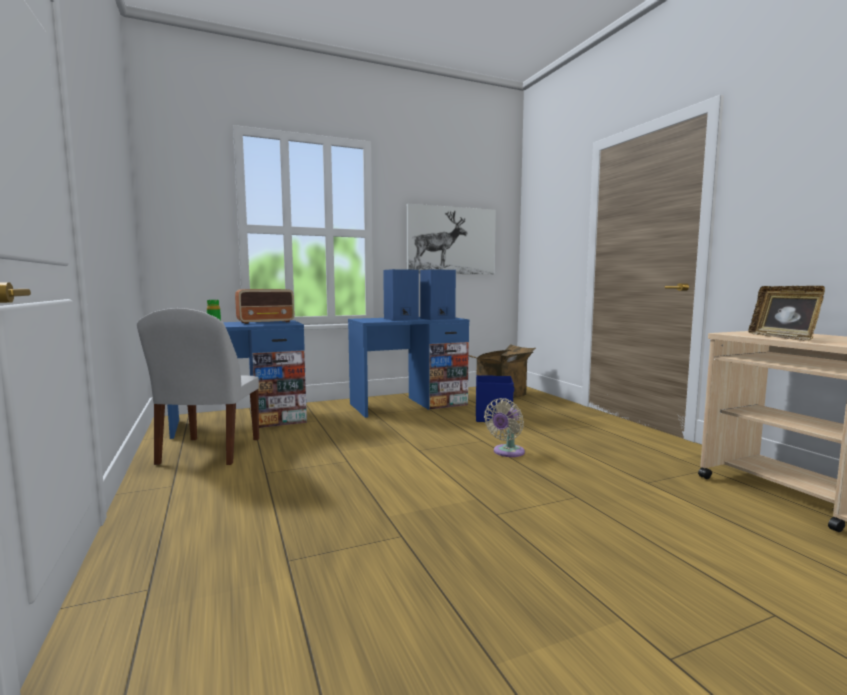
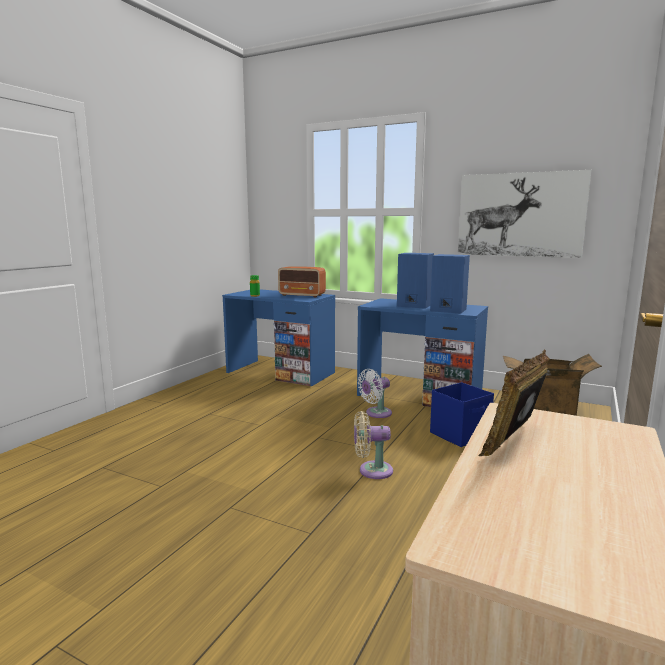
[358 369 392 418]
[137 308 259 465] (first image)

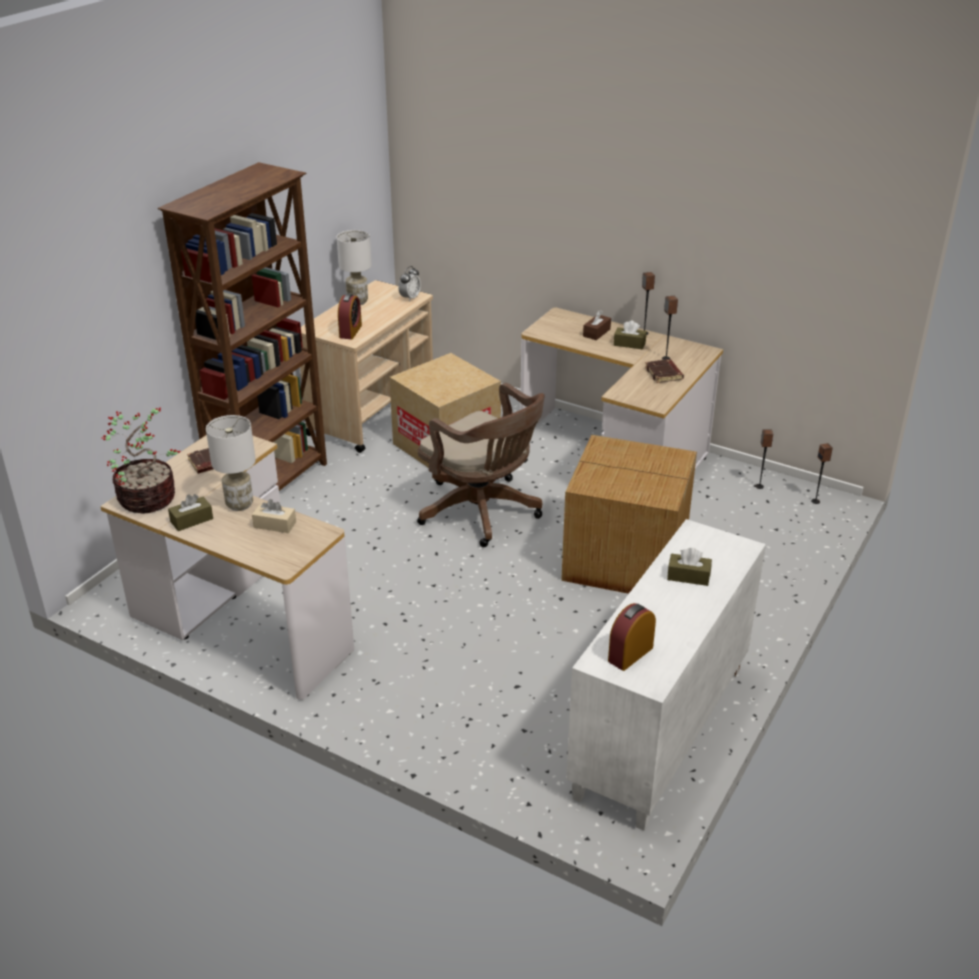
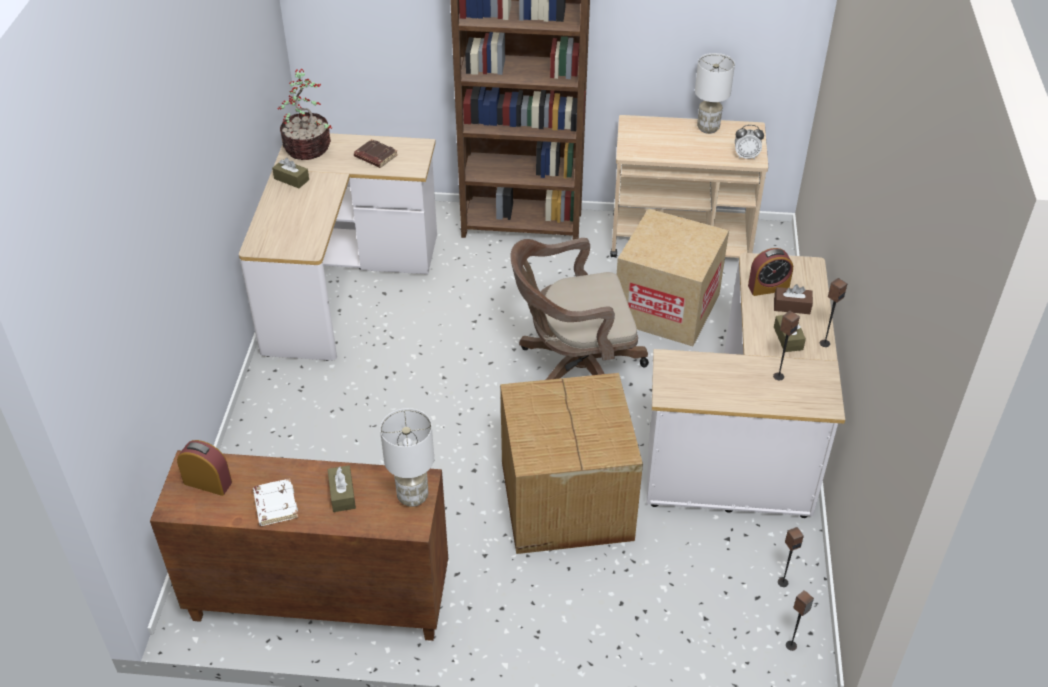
[150 450 448 641]
[253 478 298 526]
[380 408 434 507]
[510 238 649 380]
[748 248 793 296]
[252 499 296 533] (first image)
[645 359 684 383] (first image)

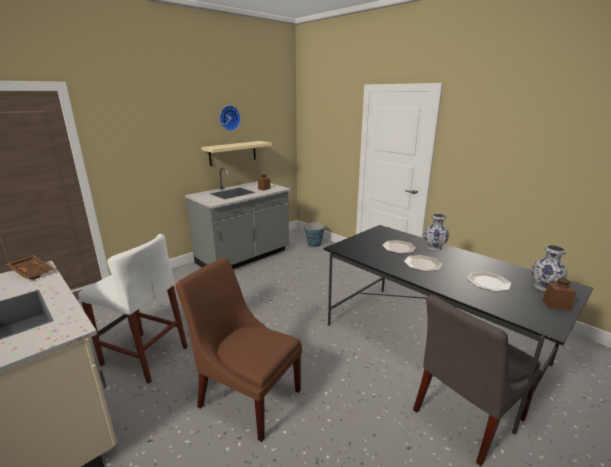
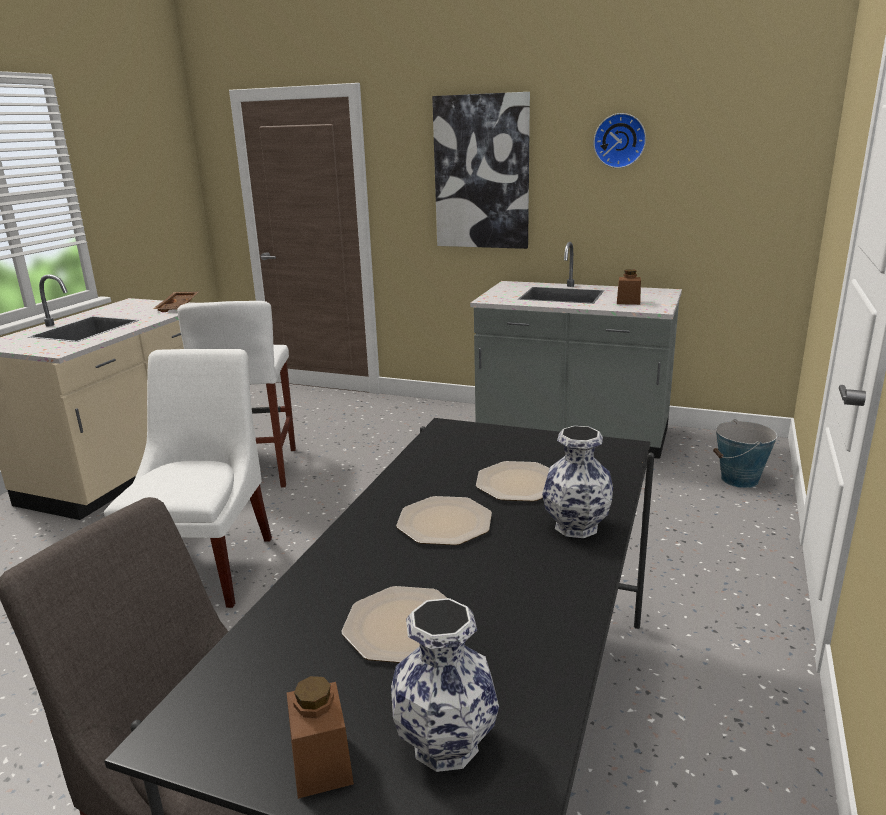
[104 349 272 608]
[432 92 530 249]
[201 141 272 166] (first image)

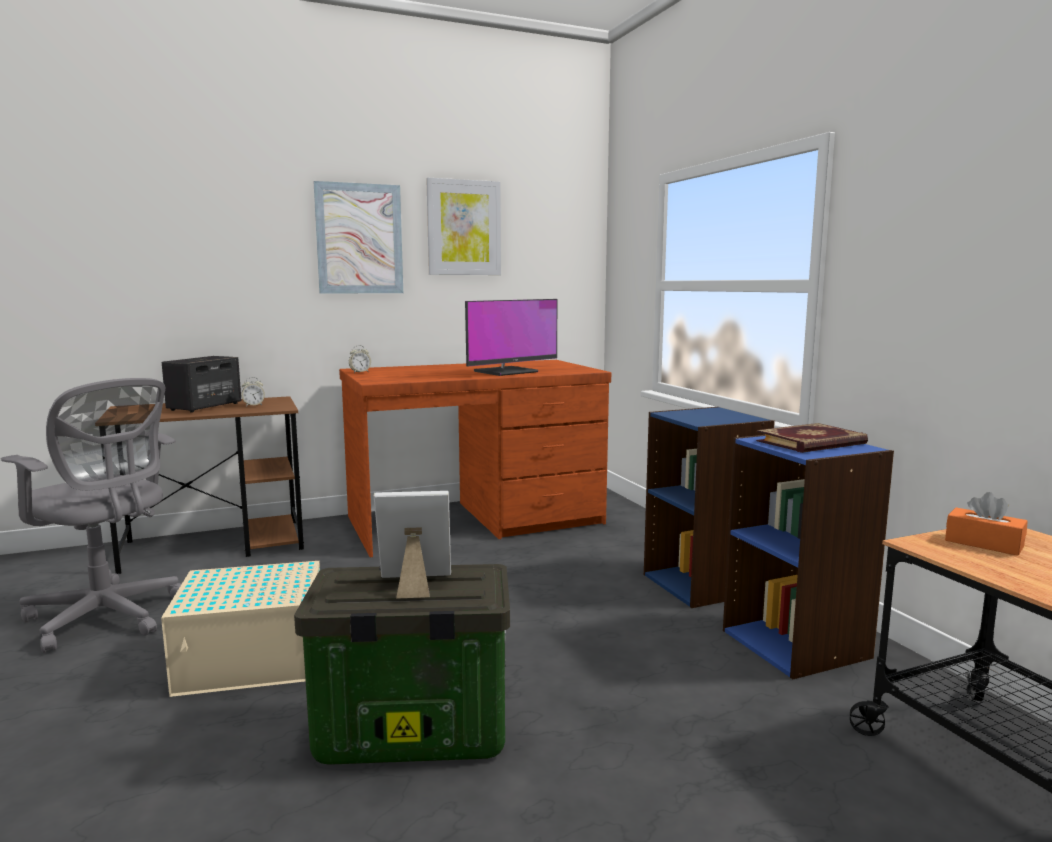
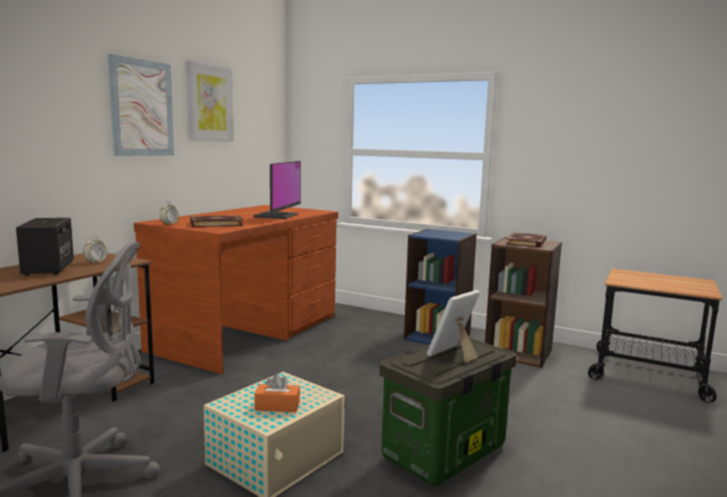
[190 215 243 227]
[254 374 300 412]
[485 237 562 368]

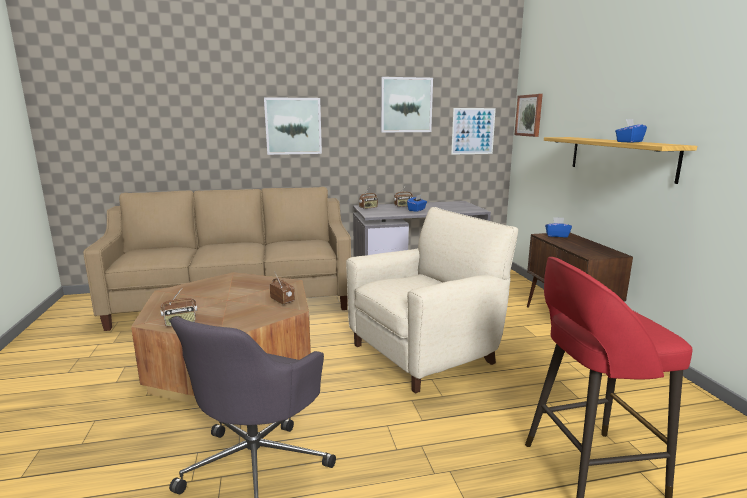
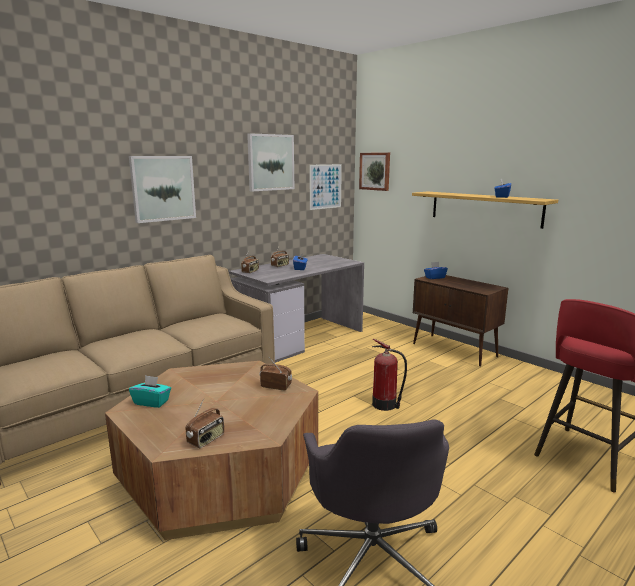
[129 375 171 408]
[372 339 407 411]

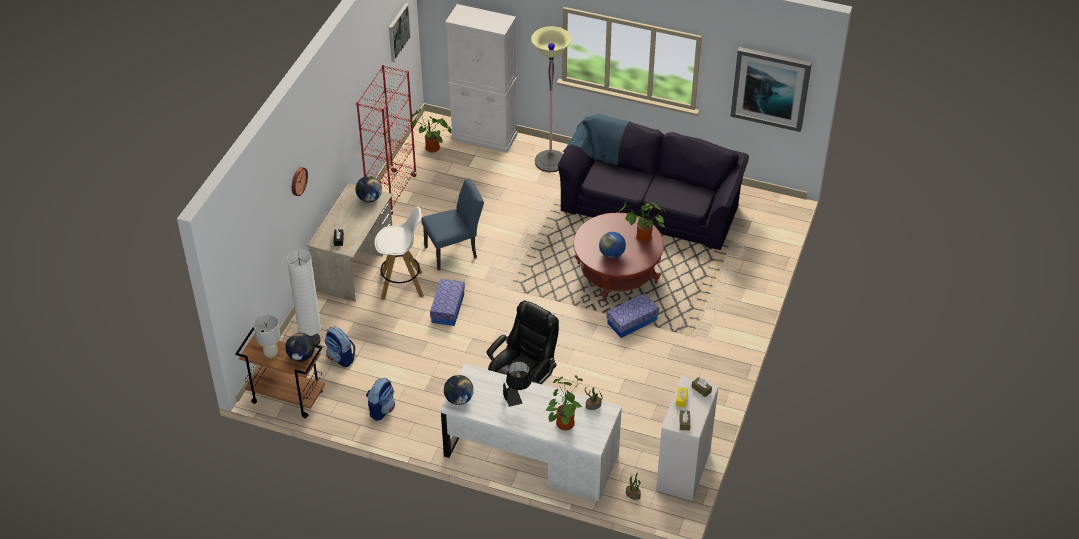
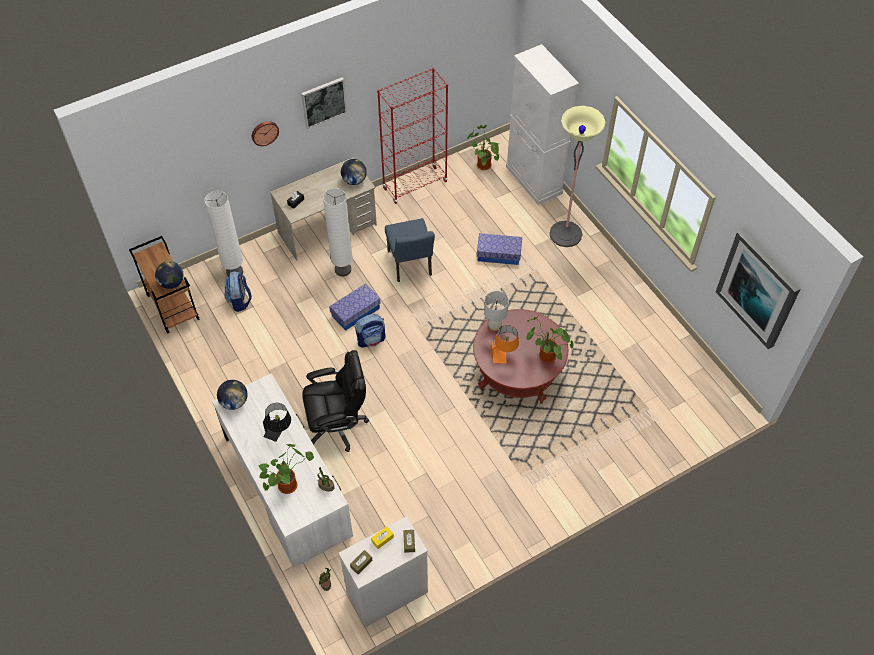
[301 77 347 129]
[323 188 353 276]
[355 314 386 348]
[385 218 435 282]
[477 233 522 265]
[484 291 509 331]
[491 325 519 363]
[558 114 749 250] (first image)

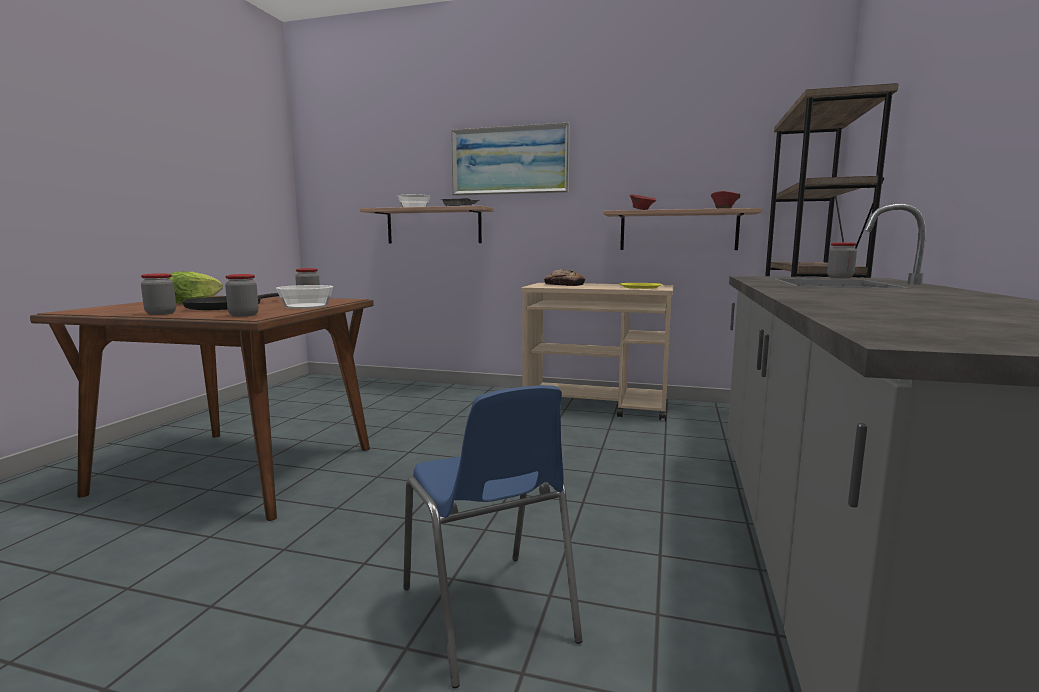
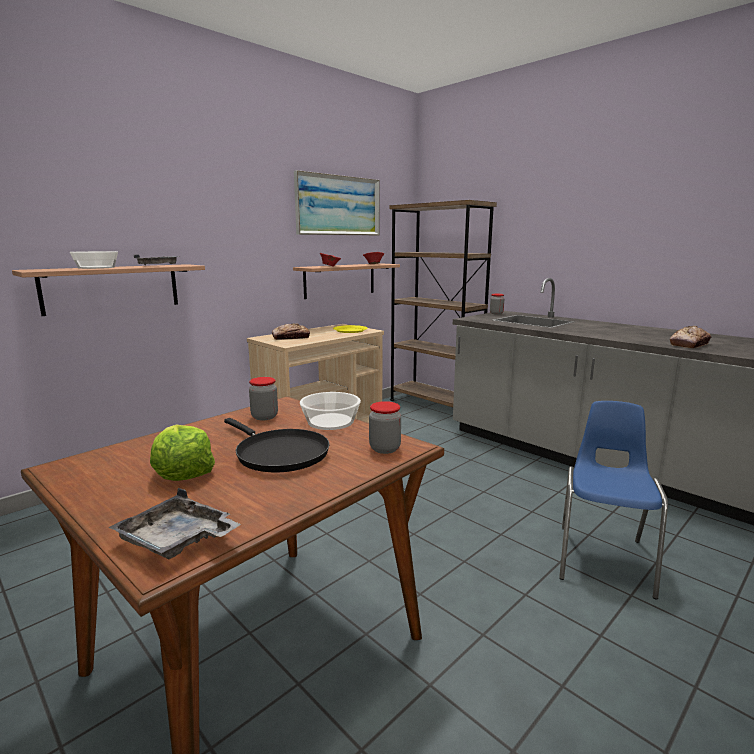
[109 488 241 559]
[294 170 380 235]
[559 401 668 599]
[670 326 711 348]
[141 273 176 315] (first image)

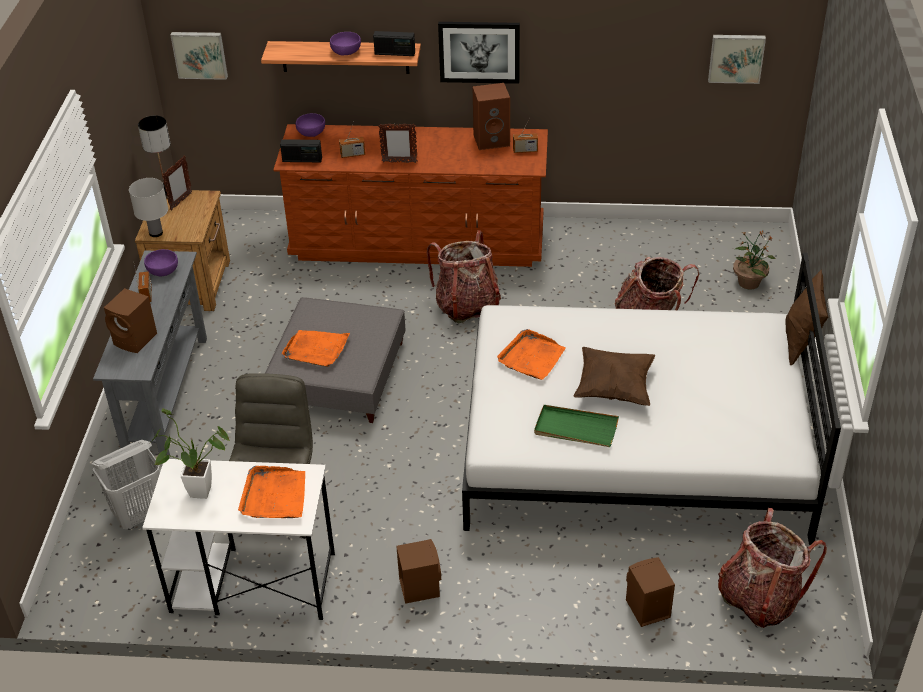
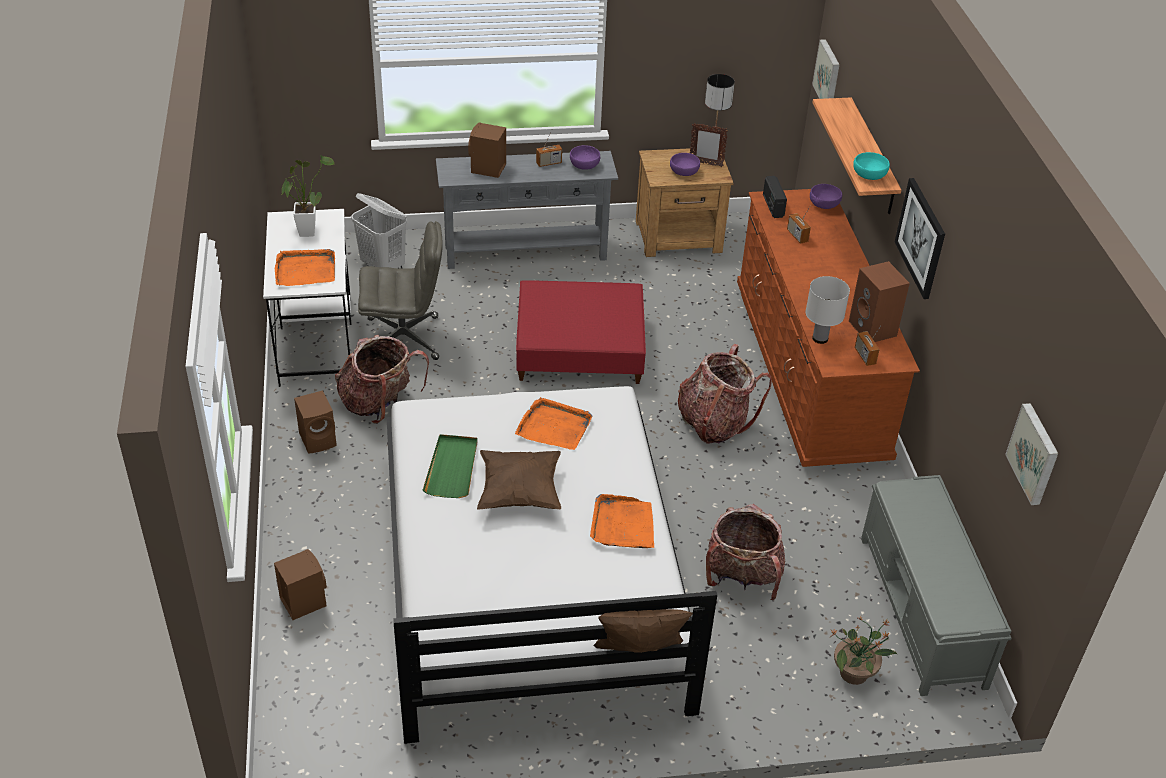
[335 335 429 424]
[516 280 646 384]
[590 494 654 548]
[670 153 700 176]
[805 276 850 344]
[853 152 890 180]
[861 475 1012 696]
[378 123 418 163] (first image)

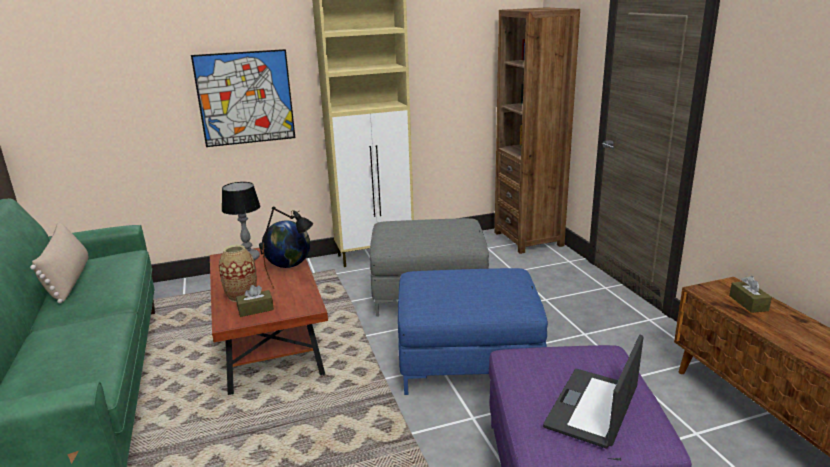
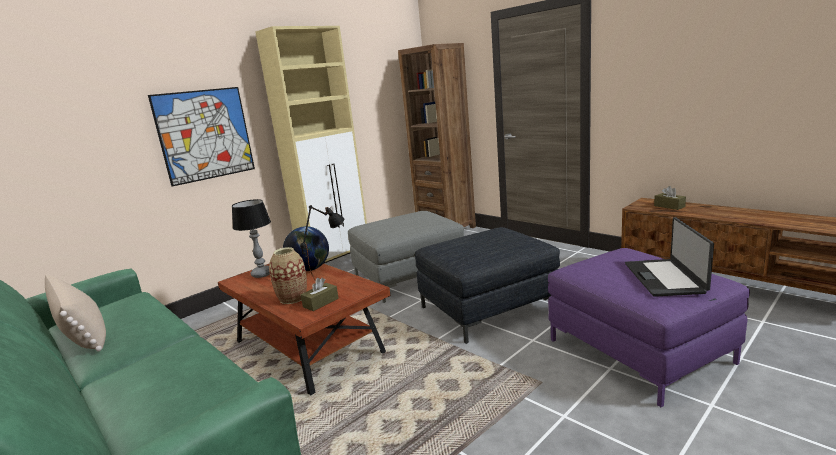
[415 227 560 344]

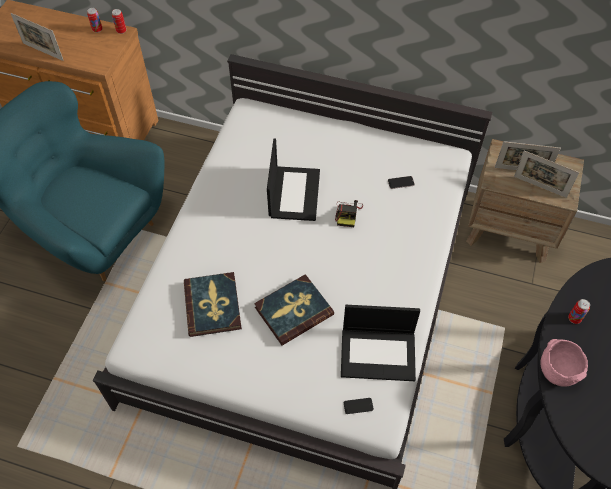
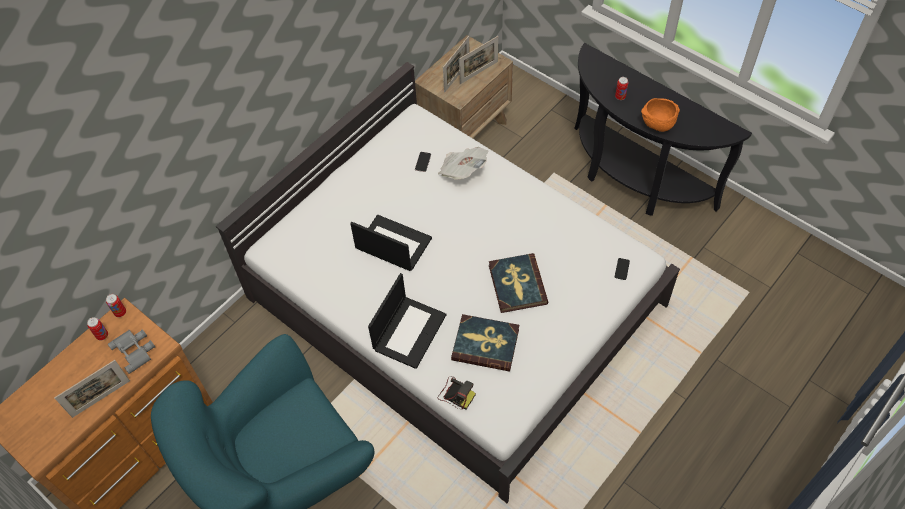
[108 329 155 374]
[368 273 446 369]
[438 147 489 179]
[438 376 476 410]
[641 98 680 132]

